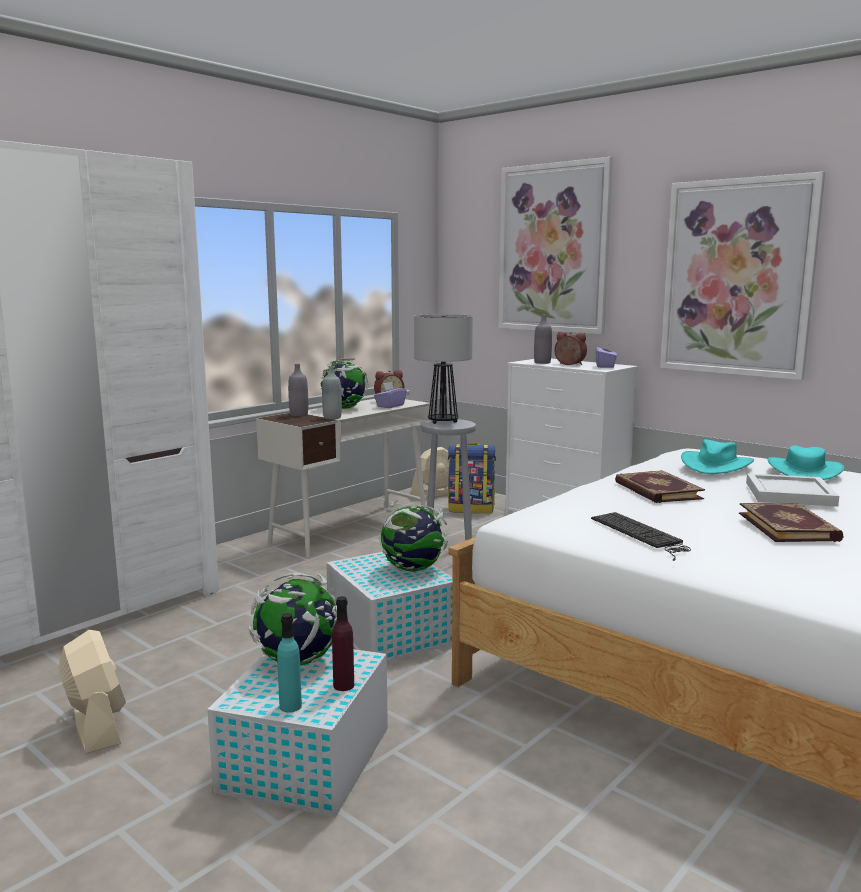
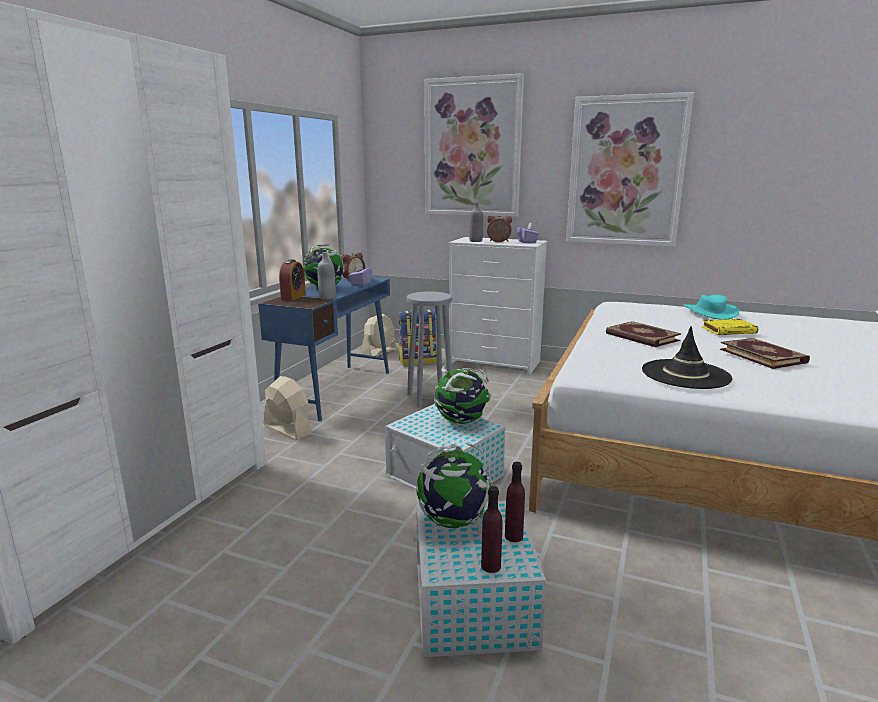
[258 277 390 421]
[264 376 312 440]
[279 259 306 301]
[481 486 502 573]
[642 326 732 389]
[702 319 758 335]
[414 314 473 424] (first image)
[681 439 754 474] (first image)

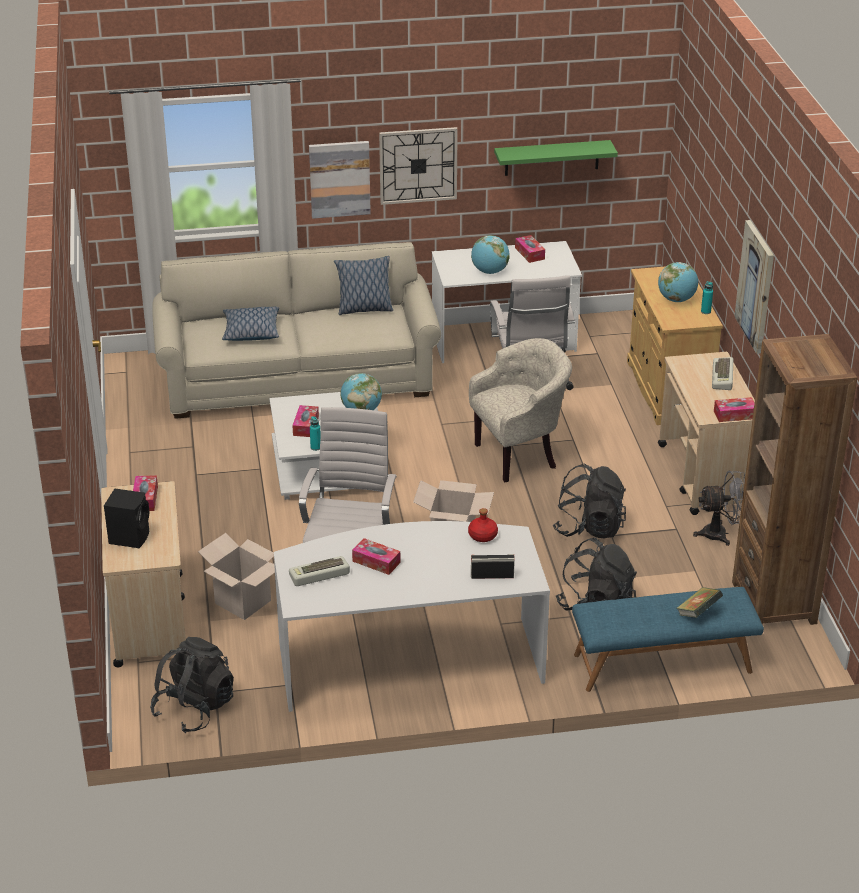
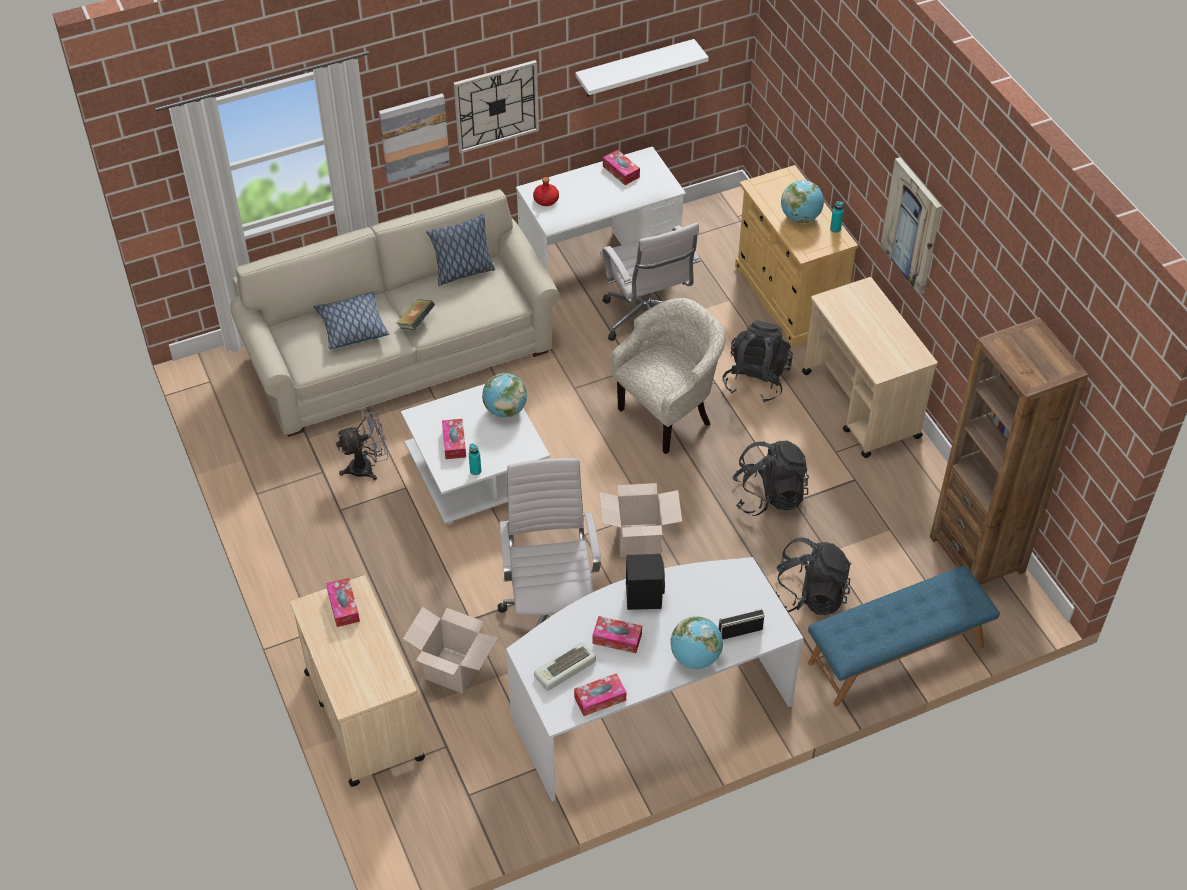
[336 407 389 480]
[397 299 435 330]
[533 177 559 206]
[574 673 626 716]
[575 39 709 97]
[626 554 665 610]
[670 616 723 669]
[723 320 793 403]
[712 357 733 390] (first image)

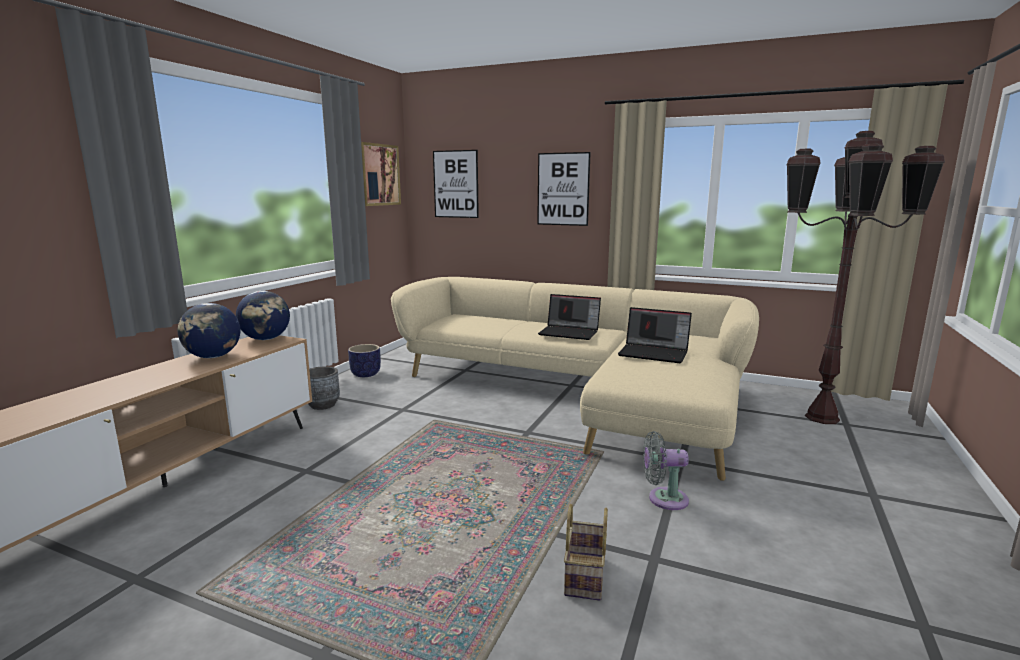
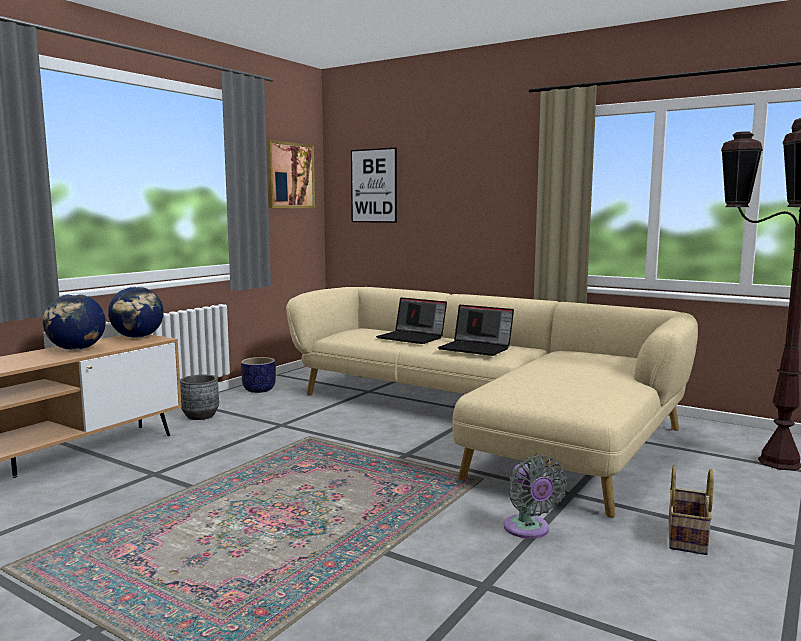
[376 297 447 344]
[504 455 567 538]
[669 465 714 555]
[537 152 591 226] (first image)

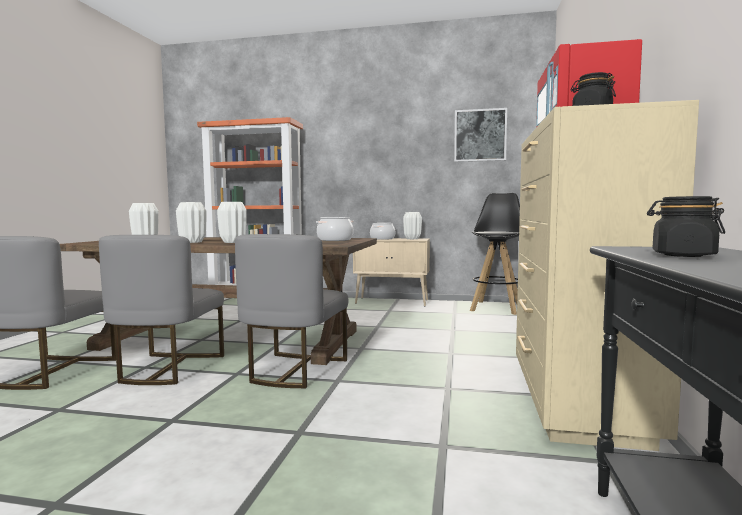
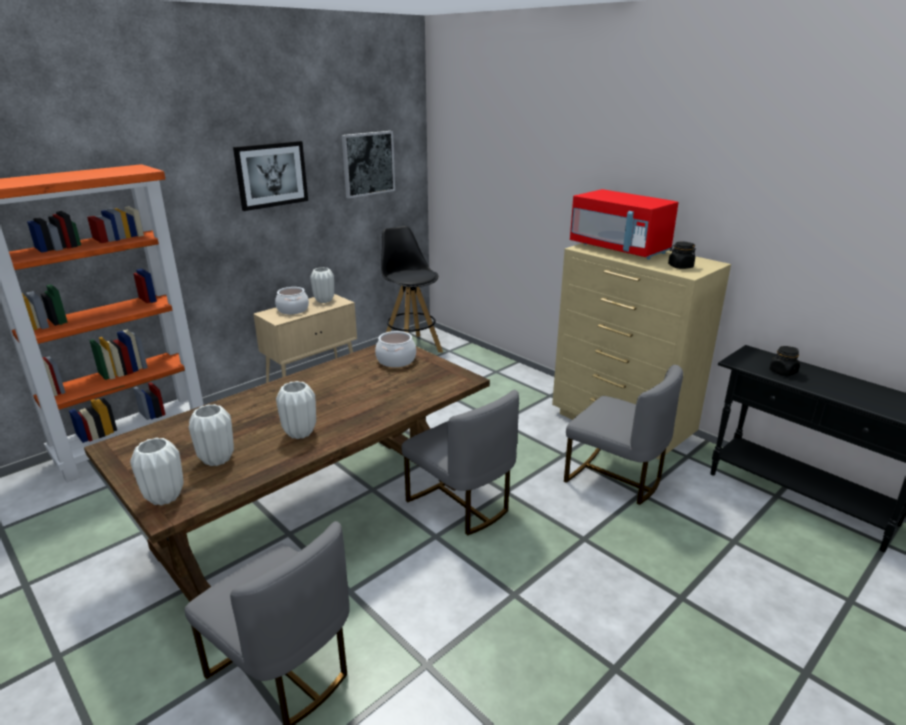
[130 438 184 505]
[233 141 308 211]
[564 365 683 505]

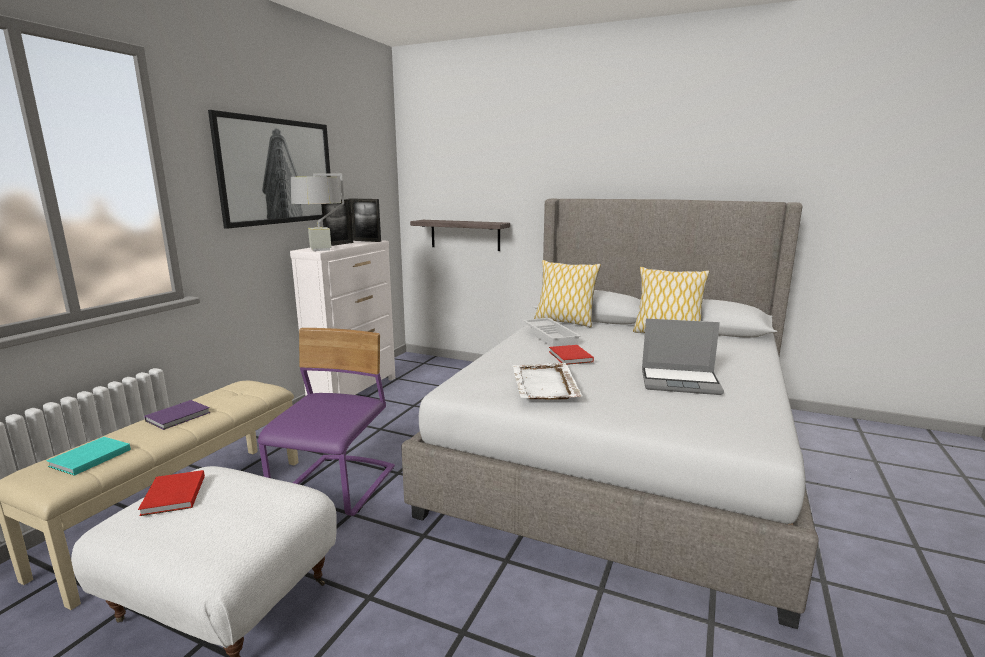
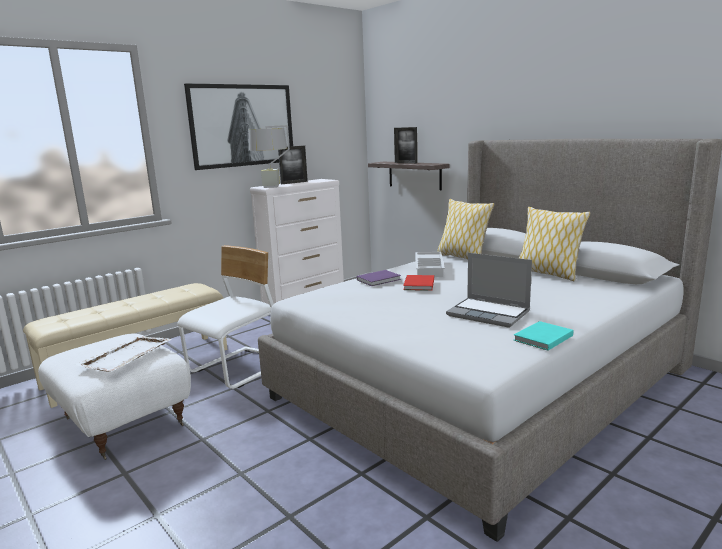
[75 336 172 372]
[177 245 274 389]
[357 270 401 286]
[394 127 417 164]
[514 321 573 351]
[138 470 205 516] (first image)

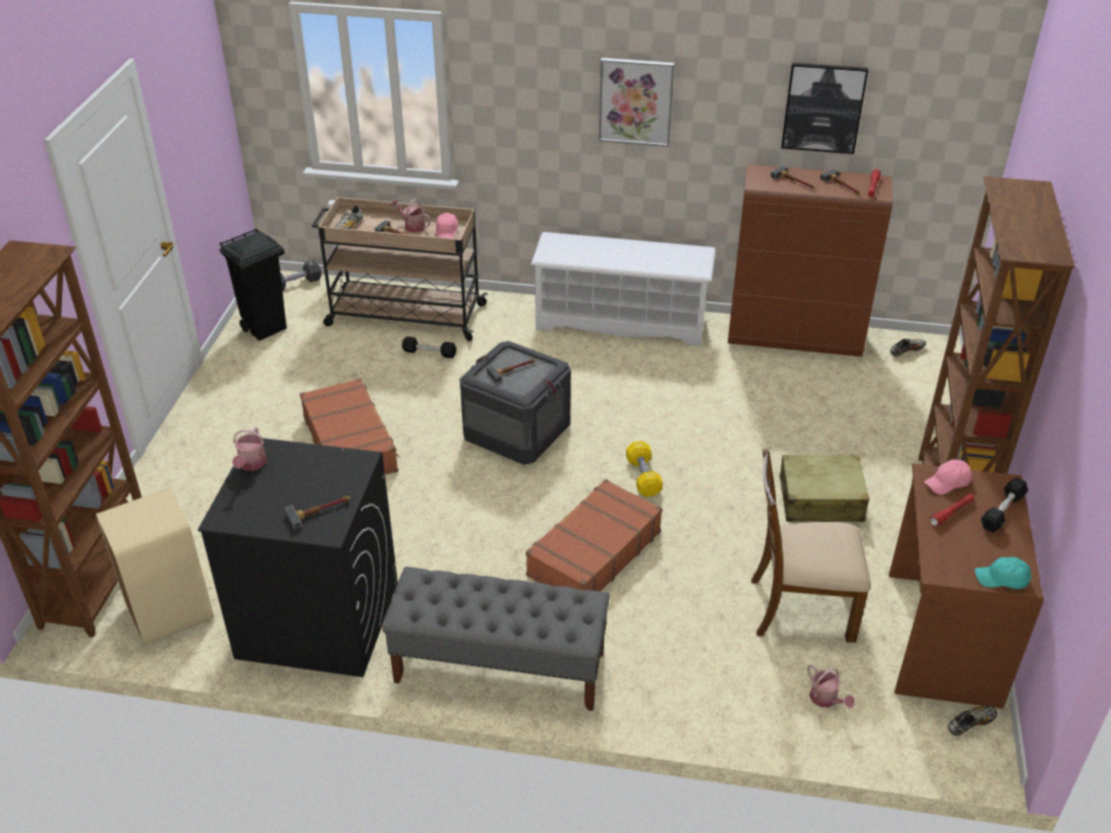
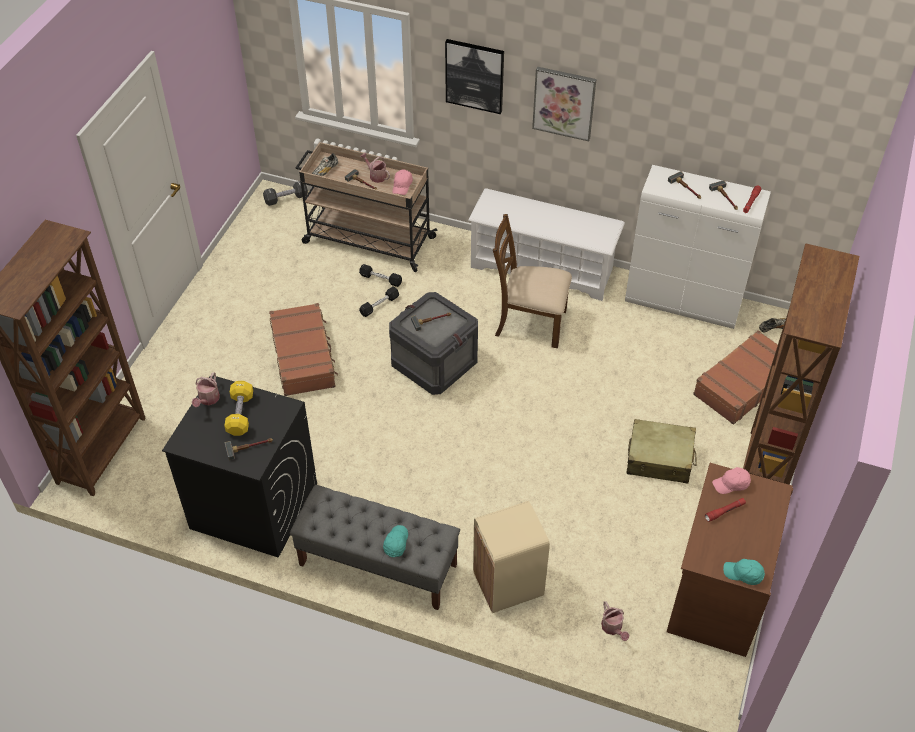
[224 381 253 436]
[359 286 399 317]
[383 525 408 557]
[445 39 504 114]
[473 501 550 613]
[493 214 572 348]
[625 165 771 329]
[693 330 778 425]
[219 228 287 341] (first image)
[948 706 997 736] (first image)

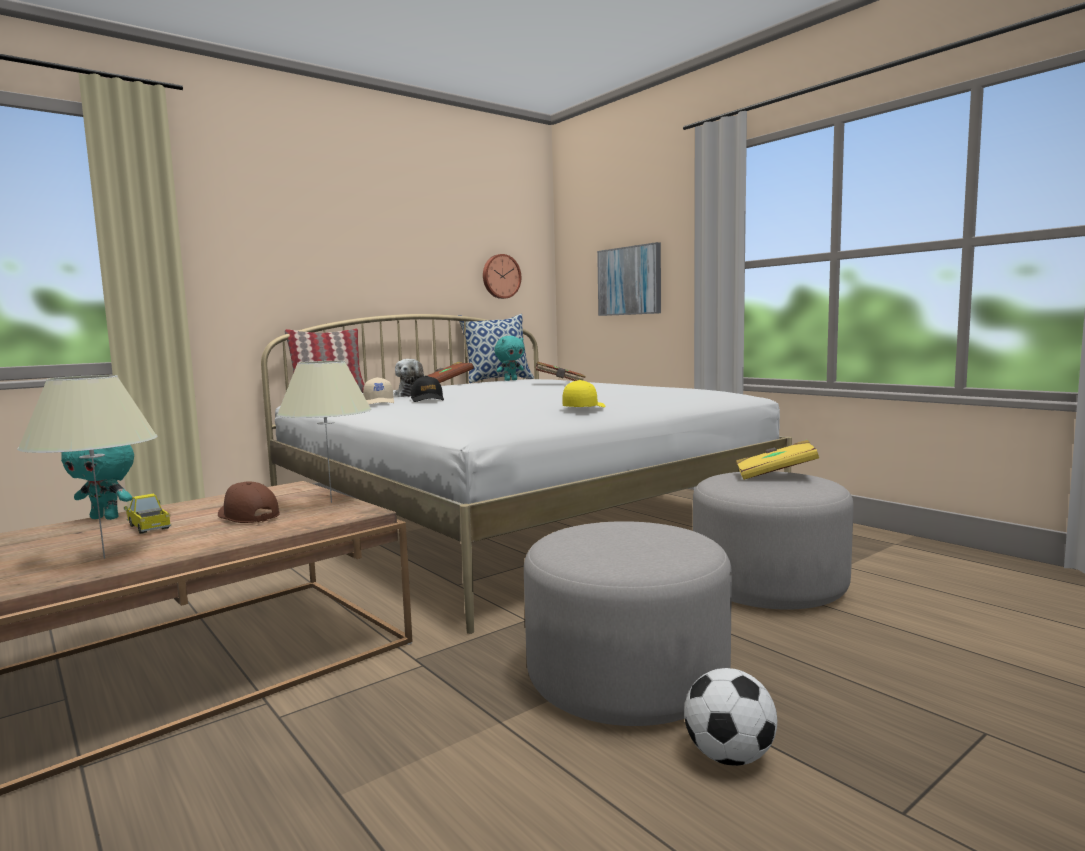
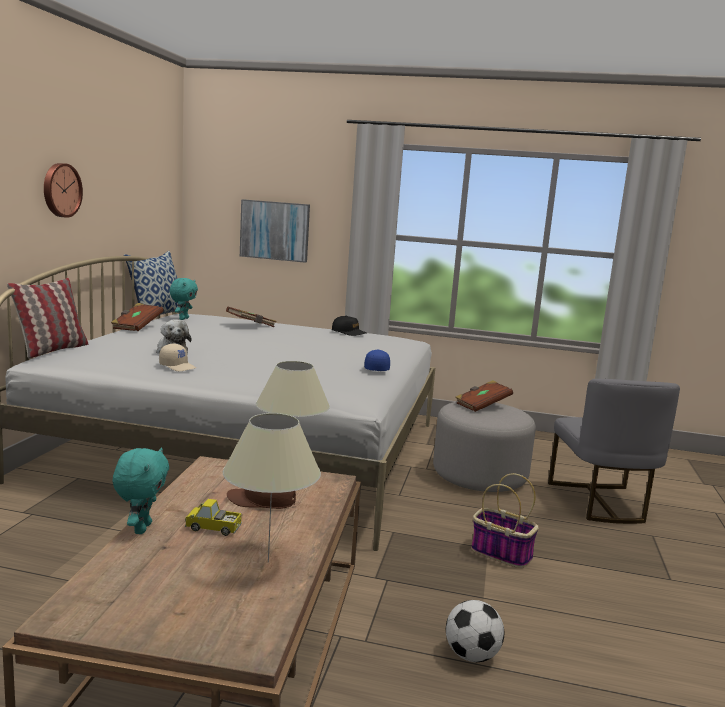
[44 163 83 218]
[113 447 169 534]
[332 316 367 336]
[364 350 390 371]
[446 600 504 662]
[455 380 513 412]
[471 473 539 568]
[548 379 680 524]

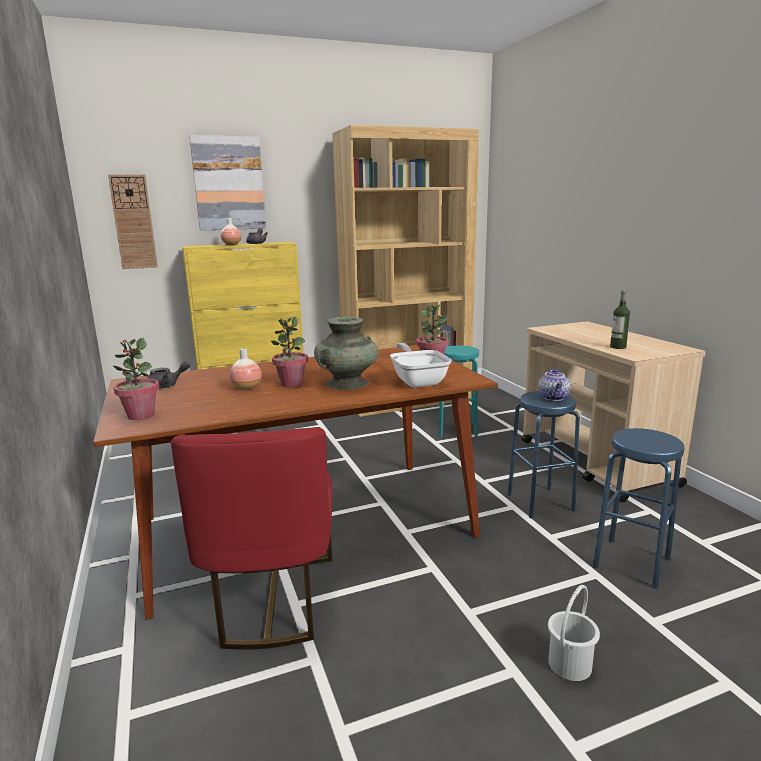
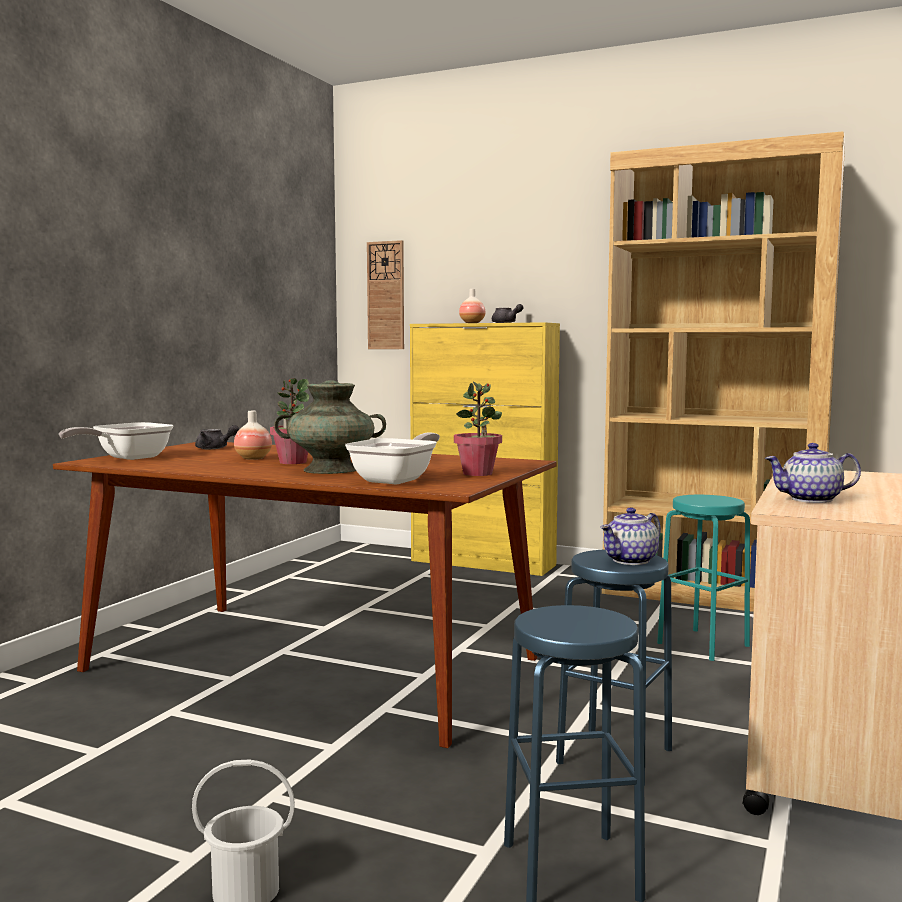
[59 422 174 460]
[765 443 861 503]
[171 427 333 650] (first image)
[189 135 266 231] (first image)

